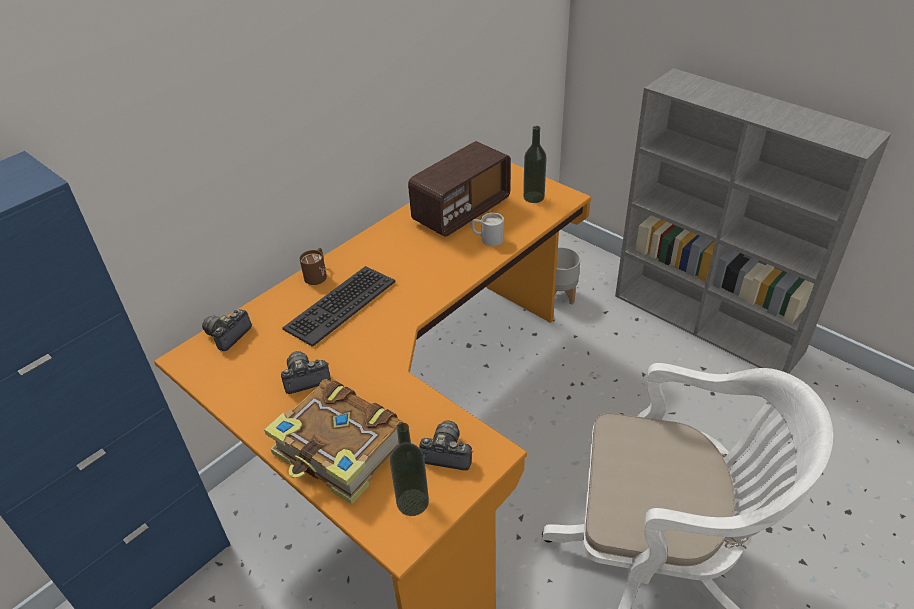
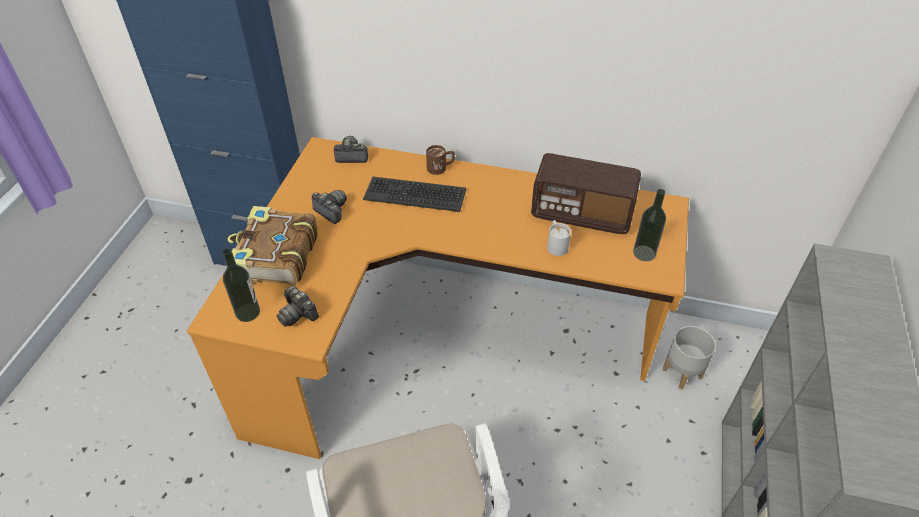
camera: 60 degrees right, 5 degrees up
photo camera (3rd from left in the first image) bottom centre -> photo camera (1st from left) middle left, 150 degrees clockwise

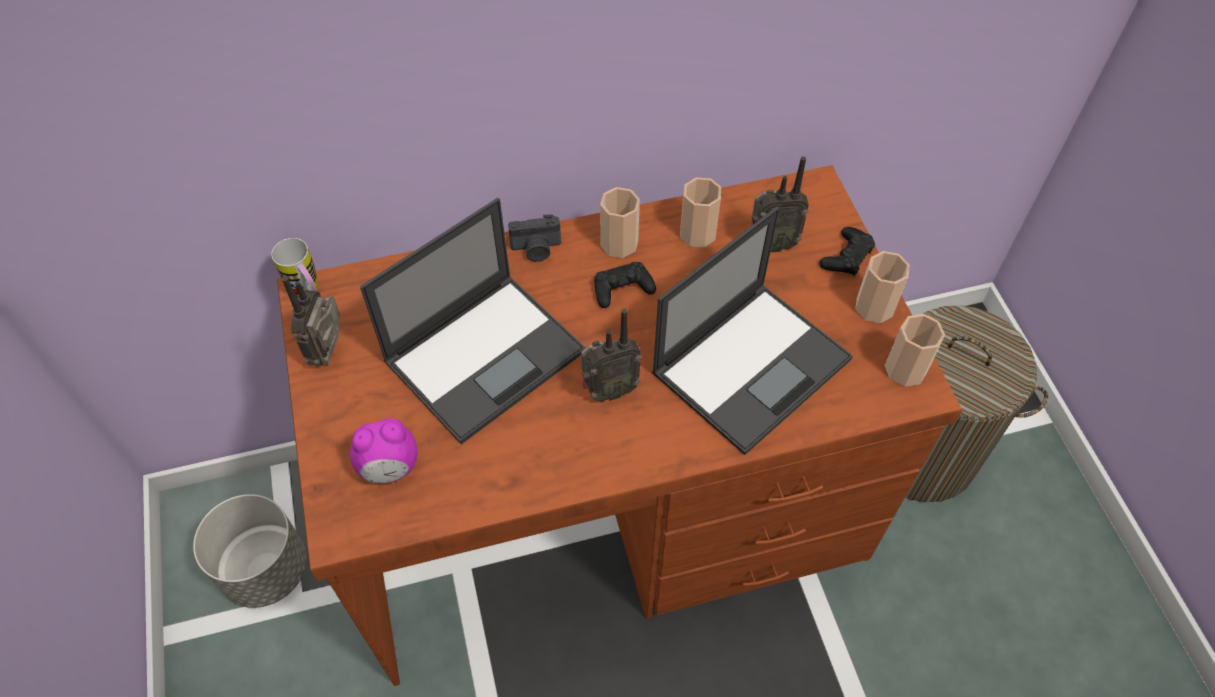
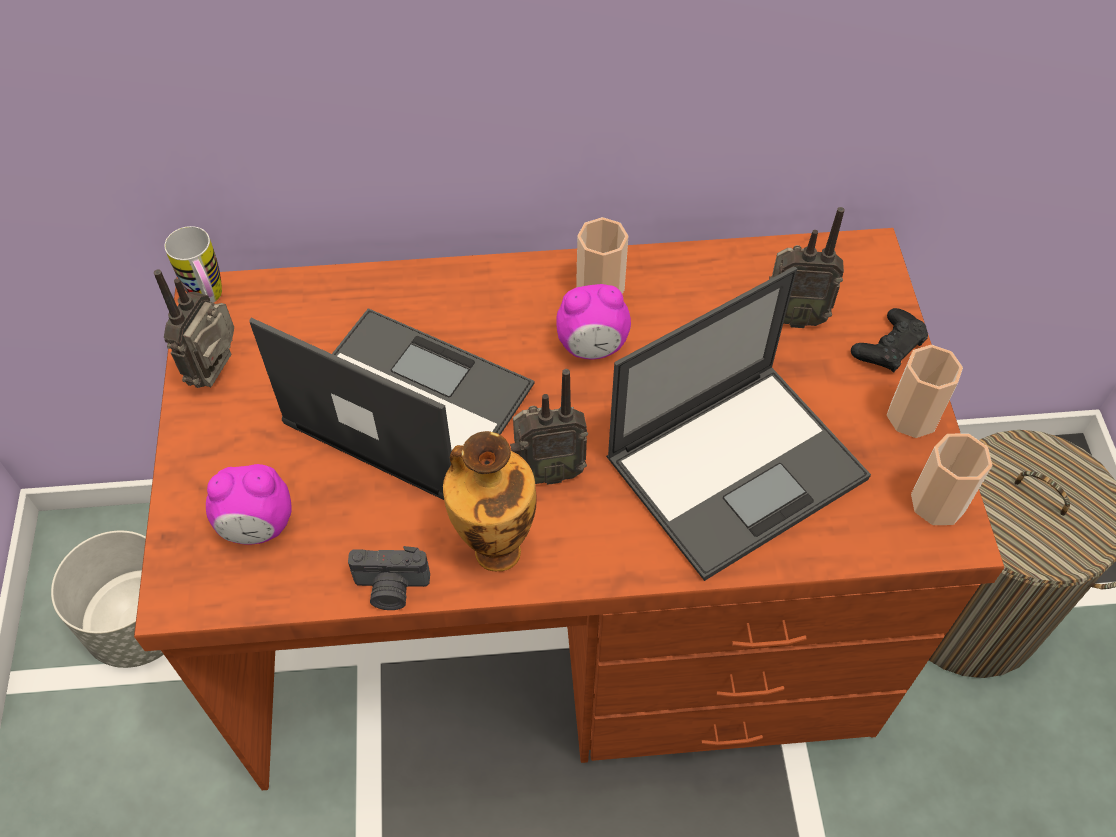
camera: 10 degrees right, 0 degrees up
laptop (1st from left) centre, 120 degrees counterclockwise
photo camera centre -> photo camera bottom centre, move
none -> vase centre
black game controller (1st from left) centre -> alarm clock (2nd from left) centre
cup (2nd from left) top centre -> none

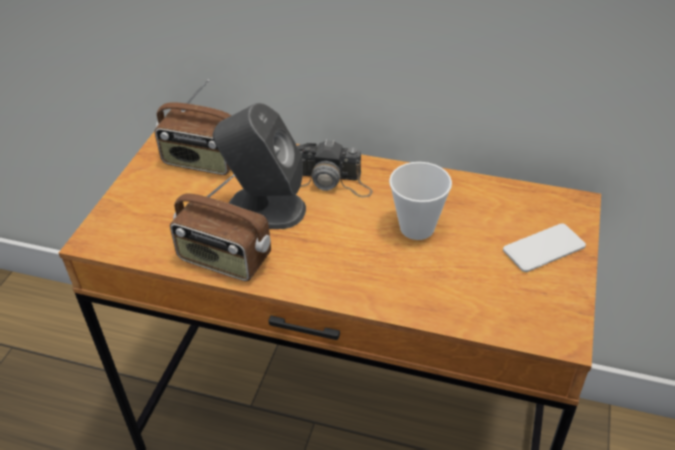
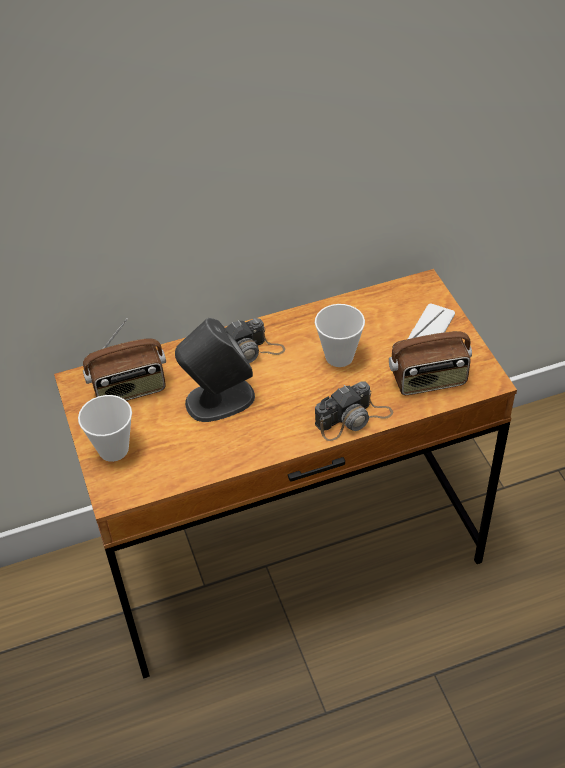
camera: 35 degrees left, 5 degrees up
none -> cup (1st from left) middle left
none -> photo camera (2nd from left) centre
radio (2nd from left) middle left -> radio (2nd from left) middle right, move

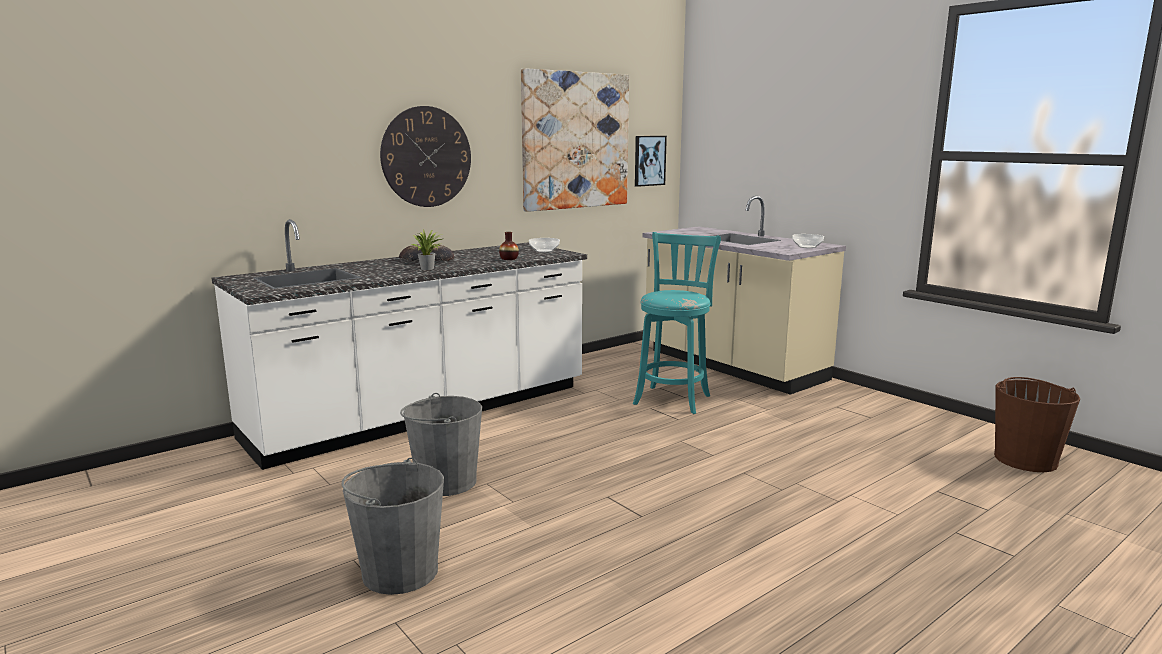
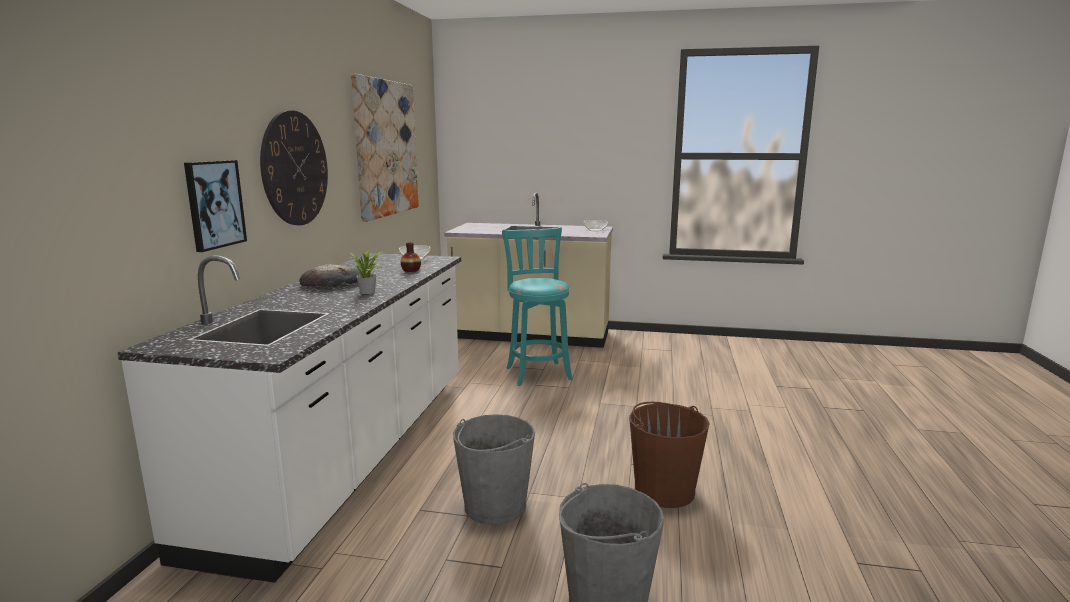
camera: 40 degrees left, 0 degrees up
picture (2nd from left in the first image) top centre -> picture (1st from left) middle left, move
brown bucket middle right -> brown bucket bottom centre, move

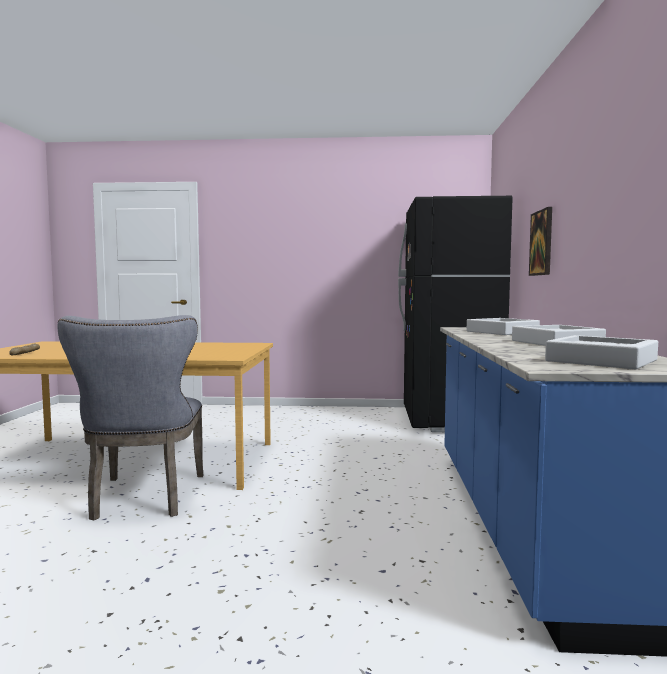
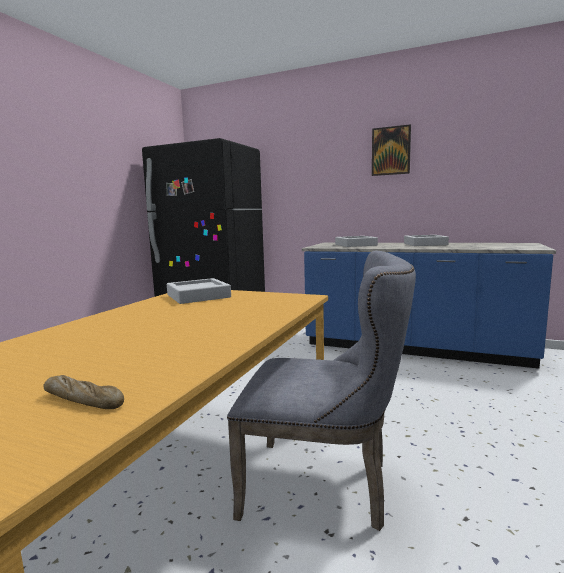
camera: 70 degrees left, 5 degrees up
grey tray (3rd from left in the first image) middle right -> grey tray (1st from left) centre, move
picture middle right -> picture top right, move

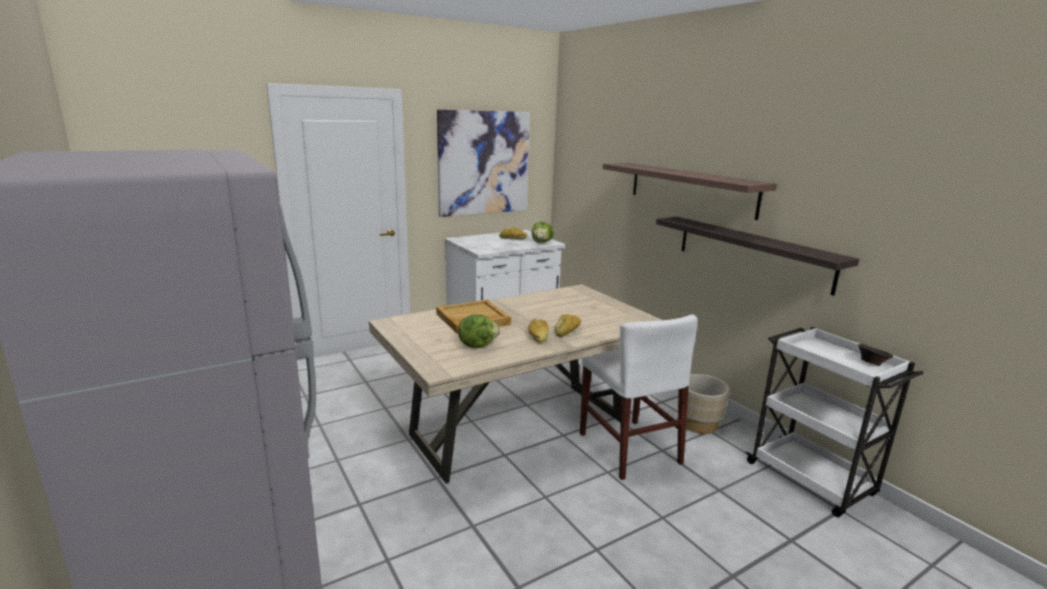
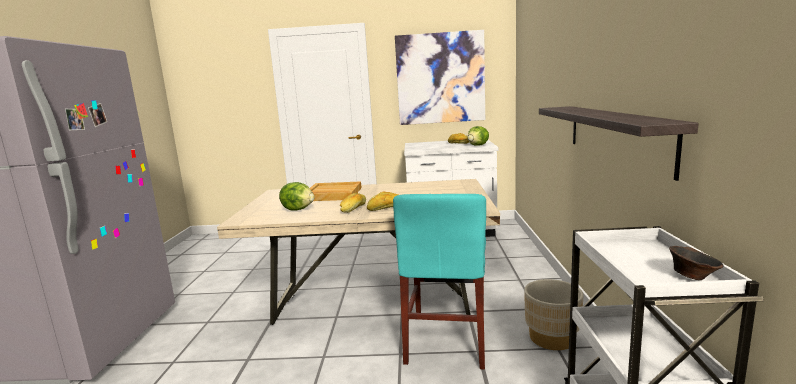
camera: 35 degrees right, 5 degrees down
white chair bottom centre -> turquoise chair bottom centre
shelf (1st from left) top centre -> none

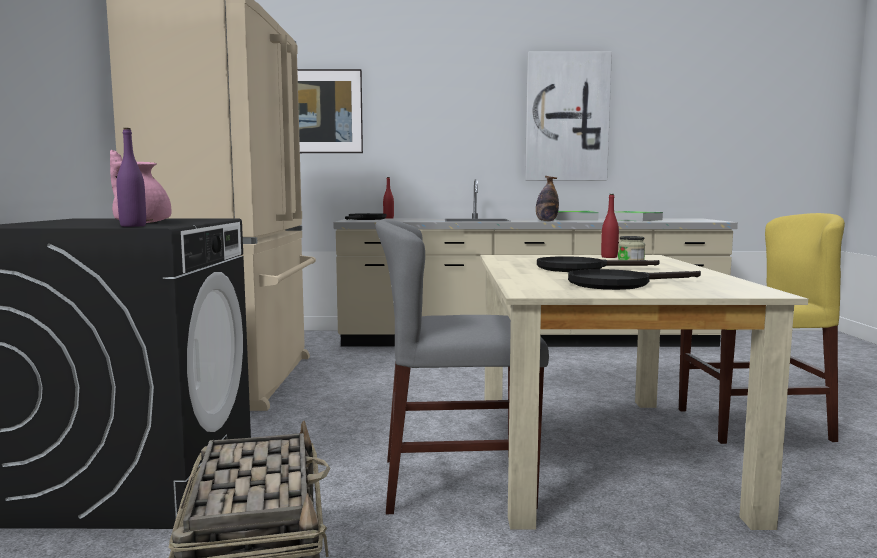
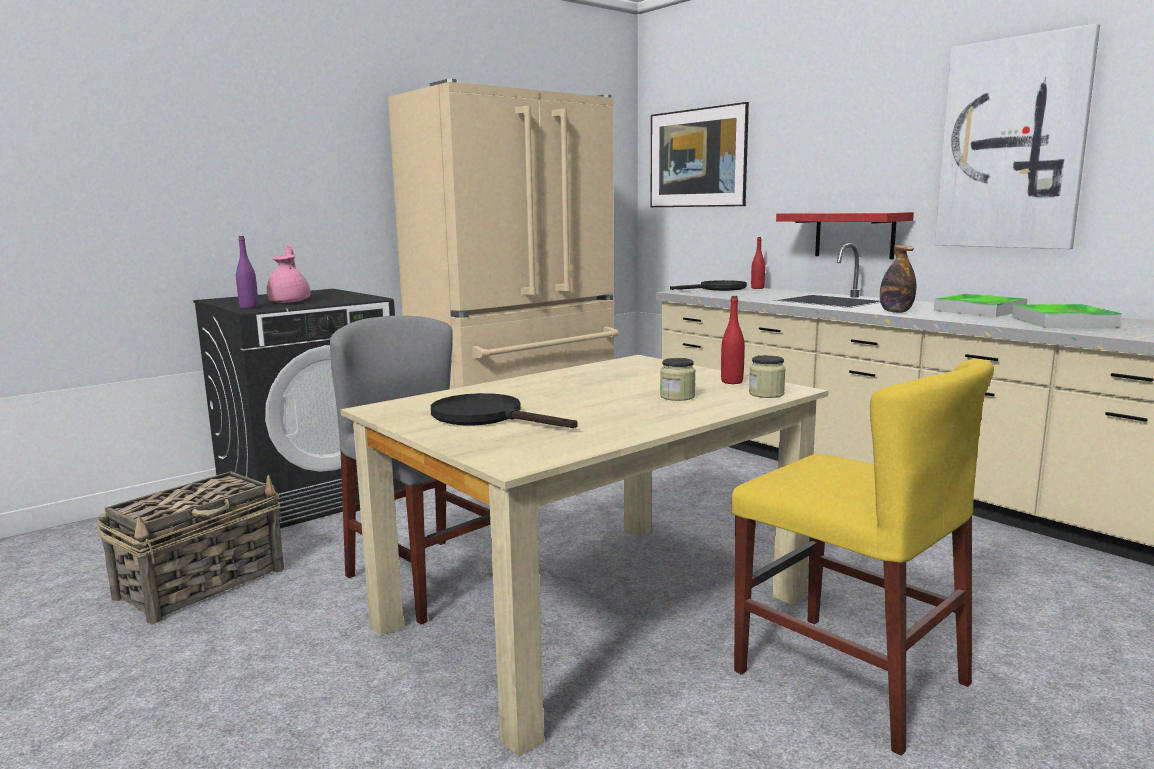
camera: 50 degrees right, 5 degrees up
none -> jar (2nd from left) centre
none -> red shelf top right
black frying pan (2nd from left) middle right -> none

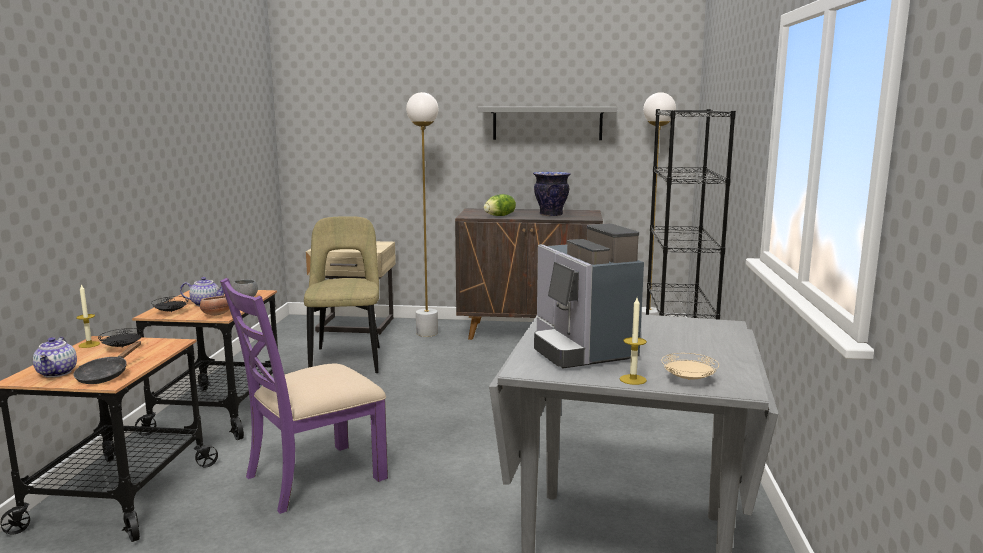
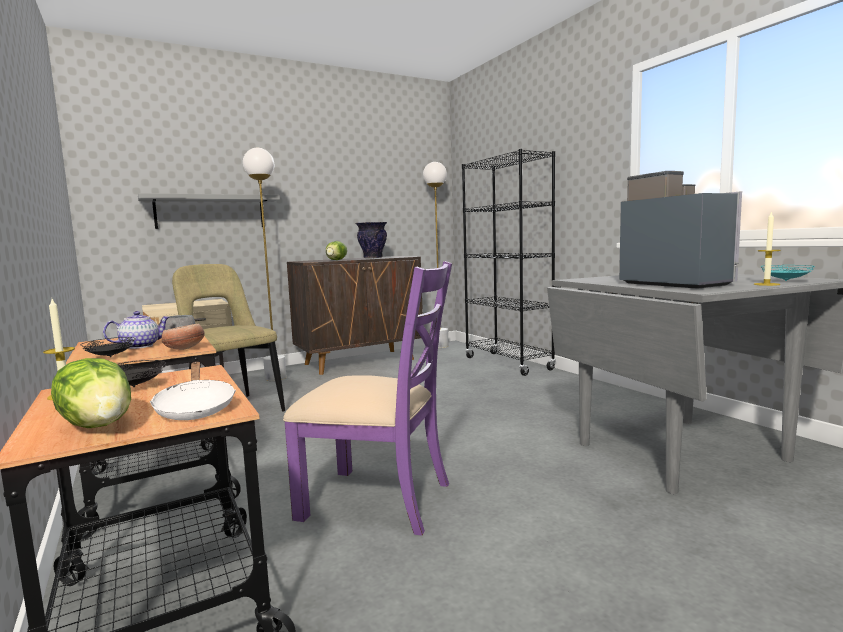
camera: 35 degrees left, 5 degrees down
teapot (1st from left) middle left -> lettuce (1st from left) middle left
grey shelf top centre -> grey shelf middle left, move
black frying pan middle left -> white frying pan middle left
purple chair bottom left -> purple chair centre, 90 degrees counterclockwise
coffee machine centre -> coffee machine middle right, 150 degrees counterclockwise
beige plate middle right -> turquoise plate middle right

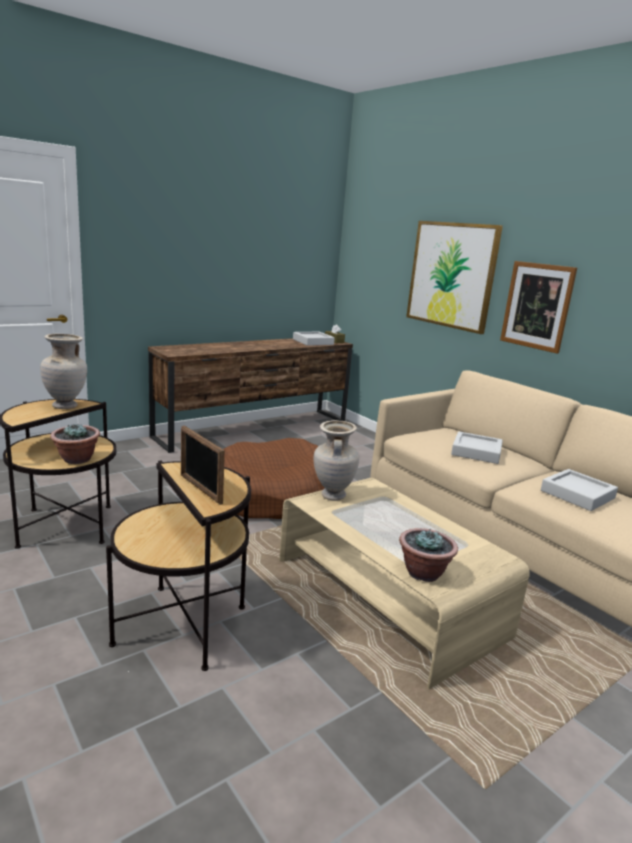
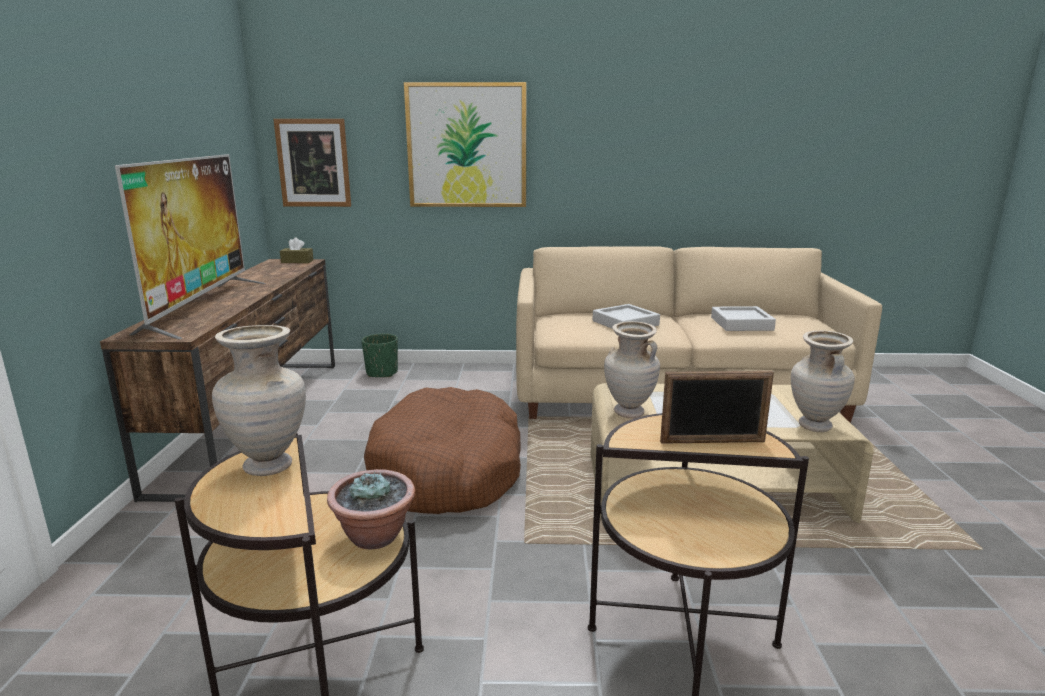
camera: 50 degrees left, 0 degrees up
none -> television middle left
picture (2nd from left in the first image) middle right -> picture (1st from left) top left, move
none -> green planter centre
potted plant (2nd from left) middle right -> beige vase (3rd from left) middle right
grey tray (1st from left) centre -> none

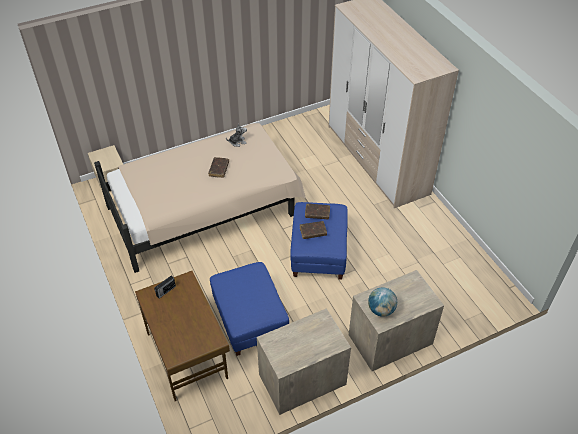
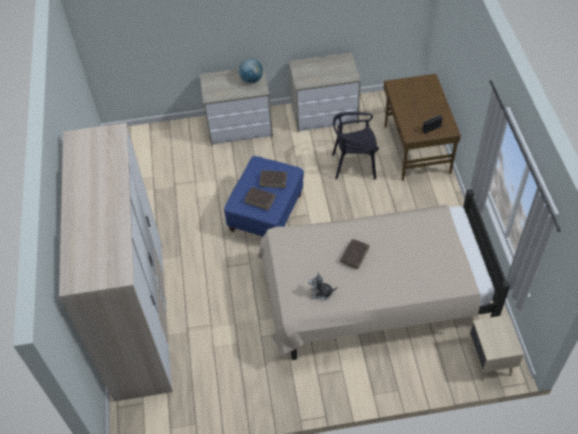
camera: 160 degrees left, 5 degrees up
blue ottoman (1st from left) bottom centre -> black chair centre

